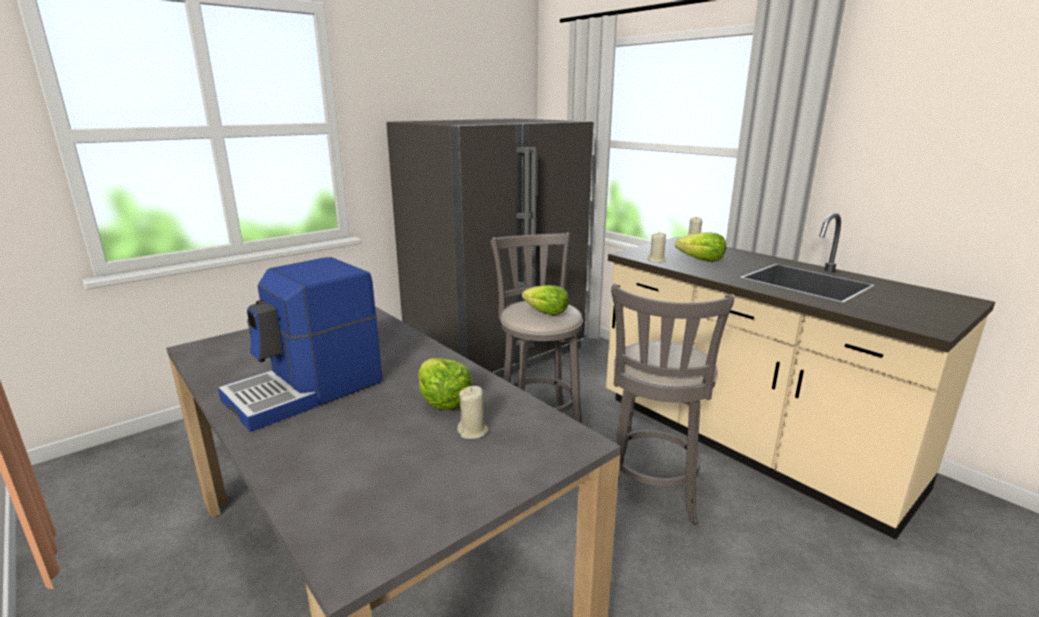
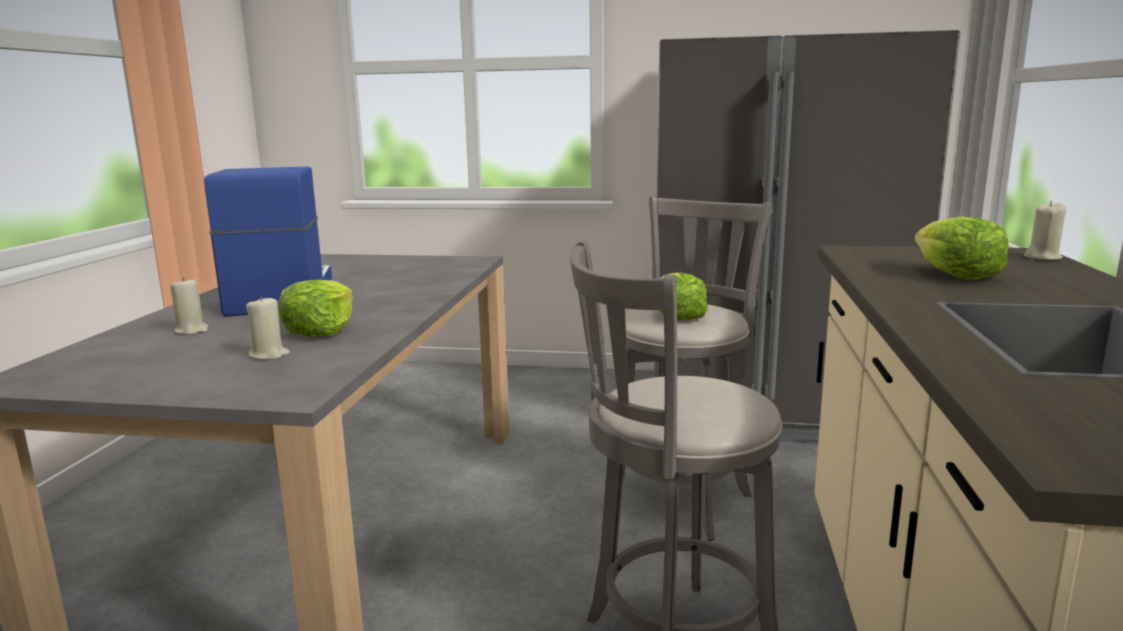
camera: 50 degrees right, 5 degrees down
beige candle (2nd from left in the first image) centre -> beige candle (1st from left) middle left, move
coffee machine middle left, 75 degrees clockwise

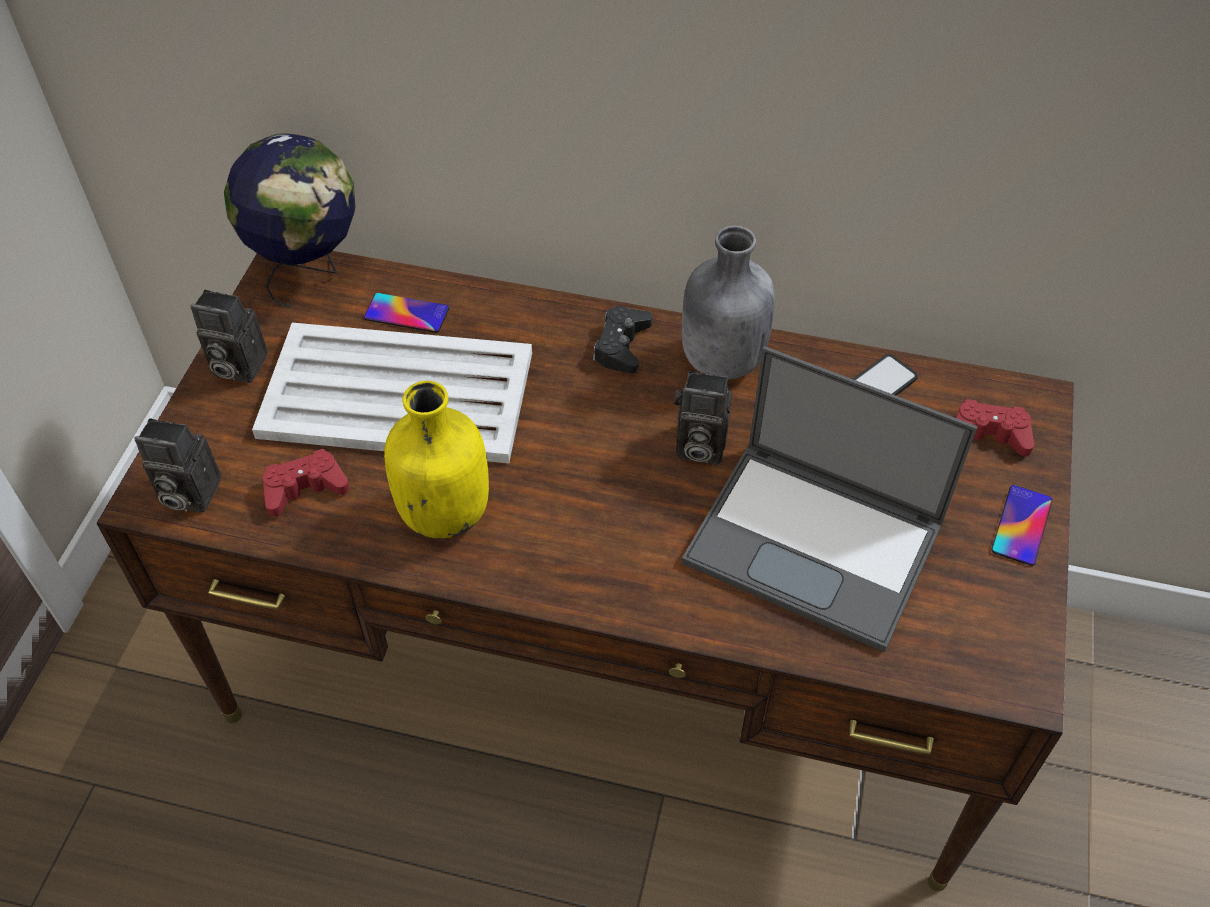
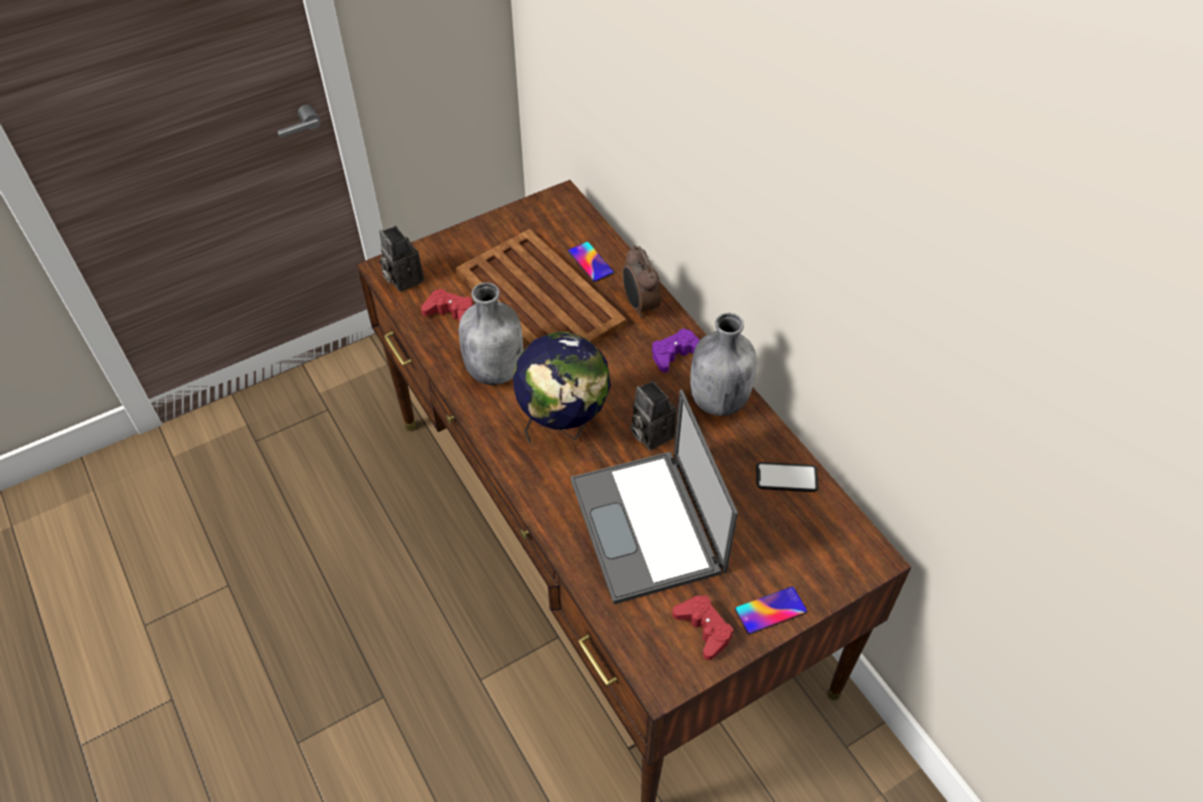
camera: 45 degrees right, 0 degrees up
white tray middle left -> brown tray centre
yellow bottle centre -> grey bottle (1st from left) centre
globe top left -> globe centre, move
none -> alarm clock centre
black game controller centre -> purple game controller centre
red game controller (2nd from left) middle right -> red game controller (2nd from left) bottom centre, move
photo camera (2nd from left) middle left -> none

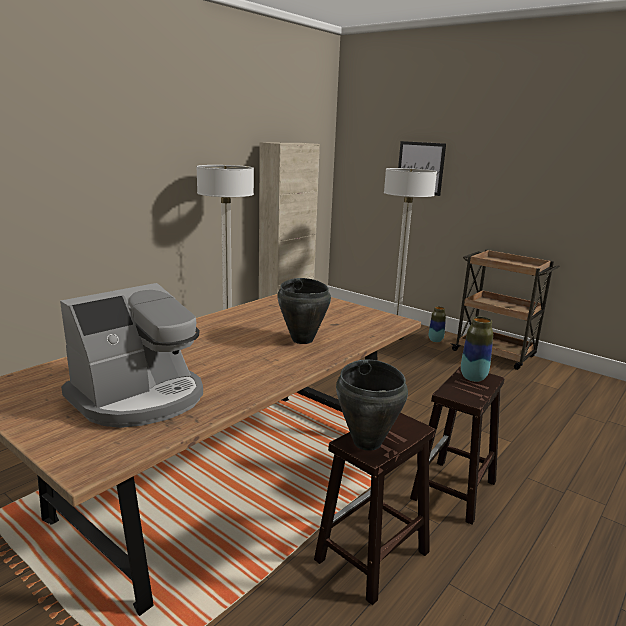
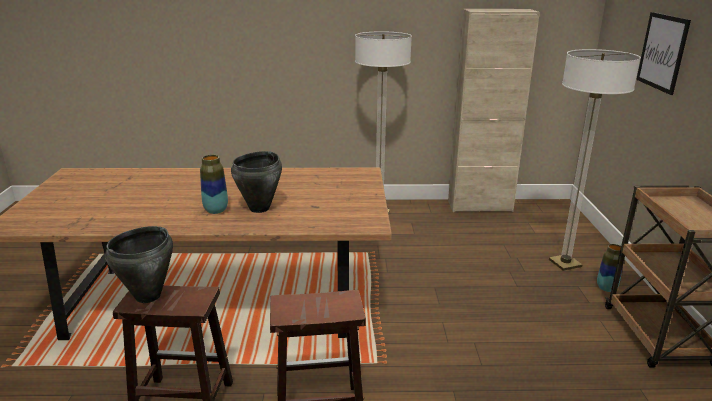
camera: 50 degrees right, 5 degrees up
vase (2nd from left in the first image) middle right -> vase (1st from left) middle left, move
coffee machine middle left -> none

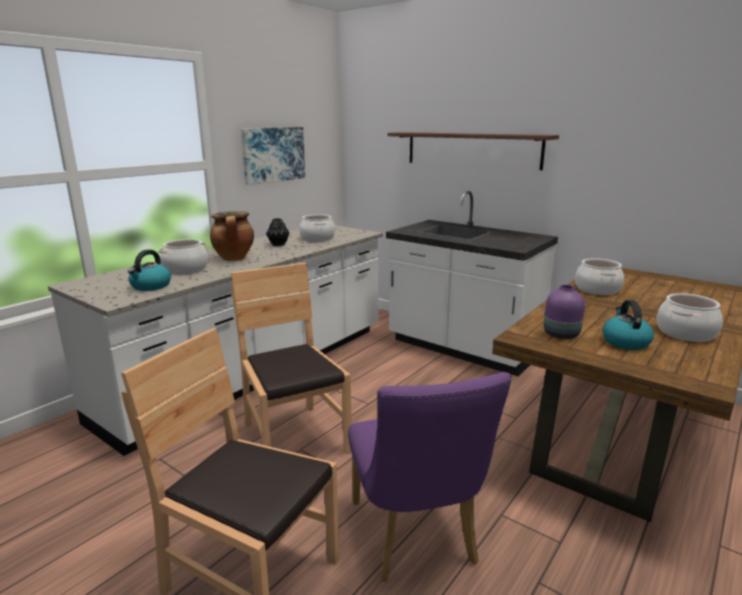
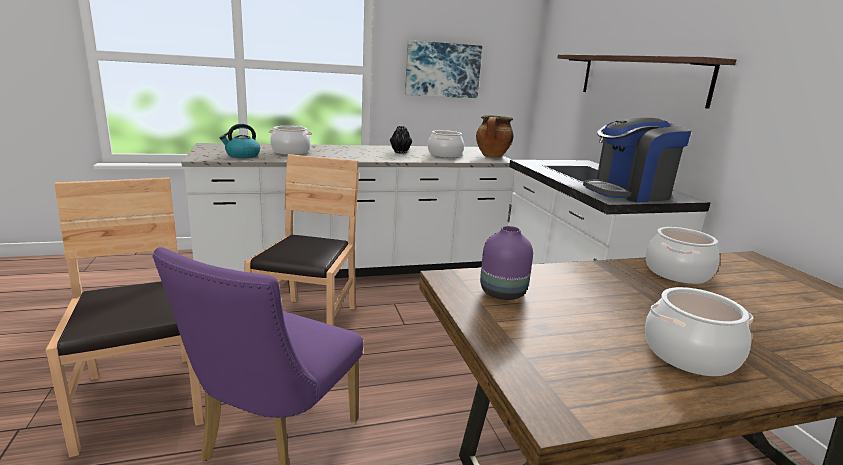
camera: 35 degrees right, 0 degrees up
cooking pot (2nd from left in the first image) middle left -> cooking pot (3rd from left) top centre, move
none -> coffee machine middle right
kettle (2nd from left) middle right -> none

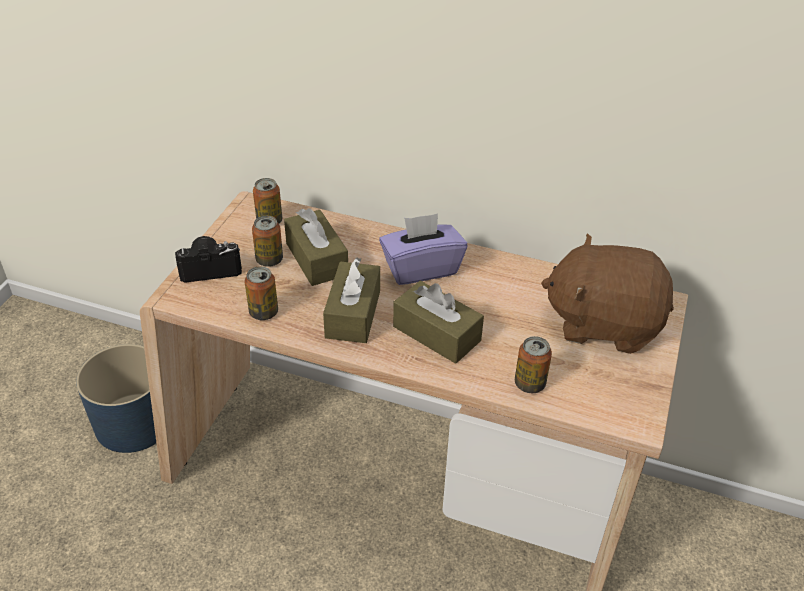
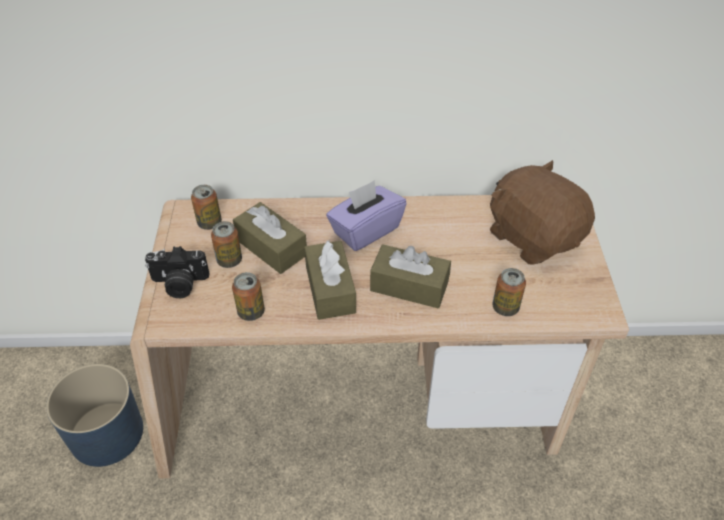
camera: 20 degrees left, 5 degrees up
photo camera middle left, 150 degrees counterclockwise
brown plush toy middle right, 60 degrees clockwise

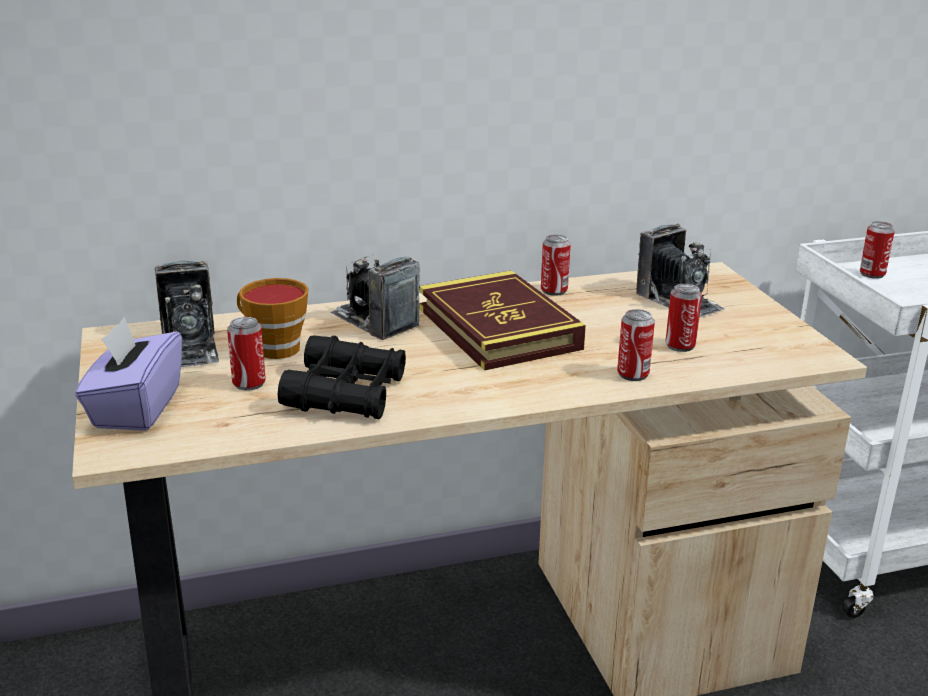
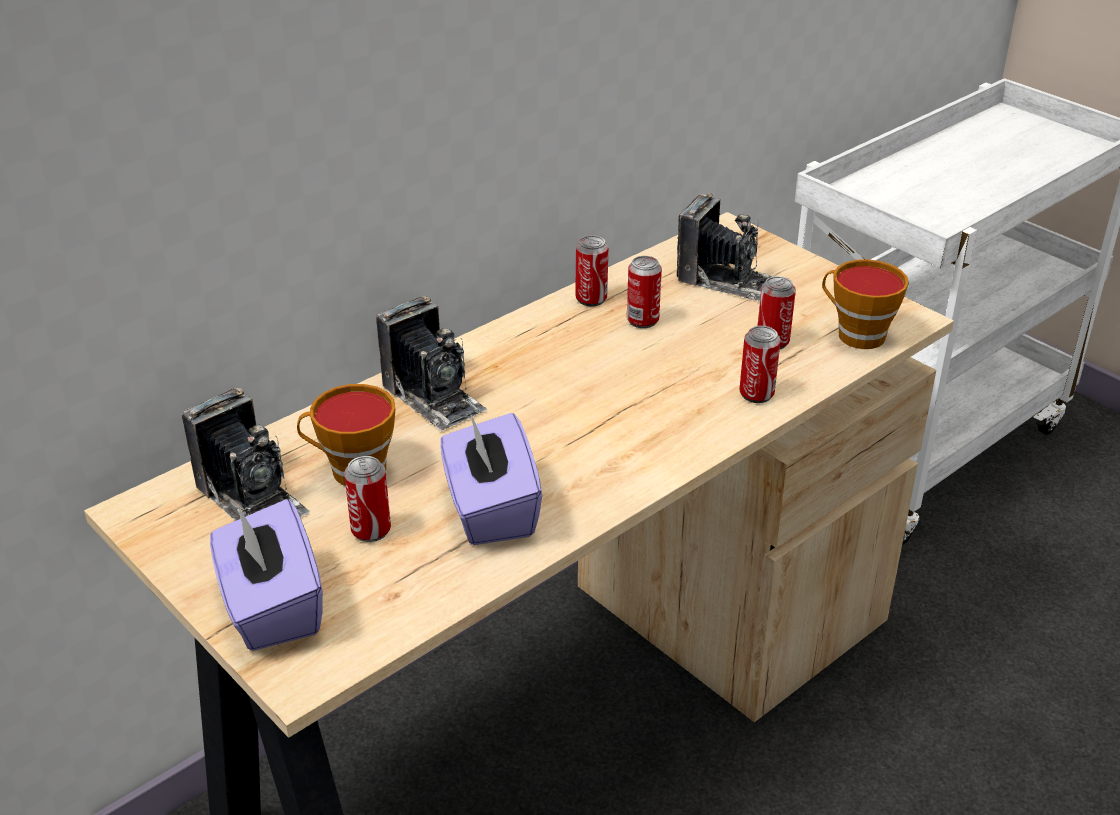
camera: 25 degrees left, 10 degrees up
photo camera (2nd from left) centre, 150 degrees counterclockwise
black binoculars centre -> purple tissue box (2nd from left) centre
can (5th from left in the first image) middle right -> can (3rd from left) centre, move
none -> cup (2nd from left) middle right
book centre -> none

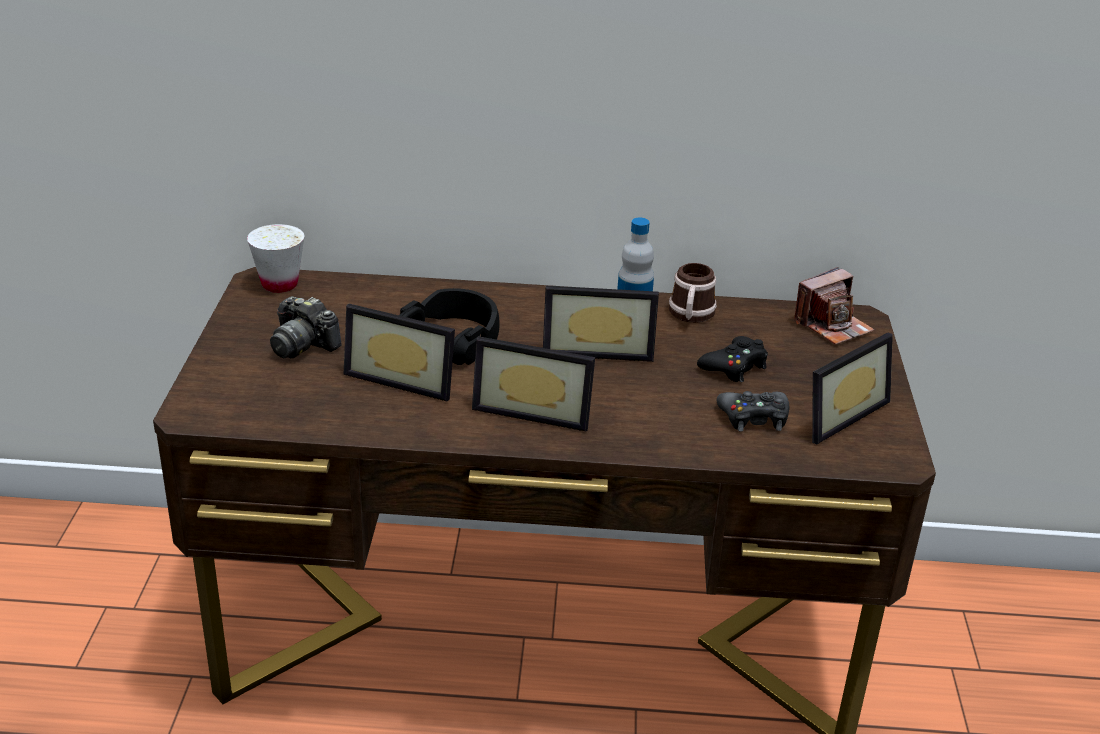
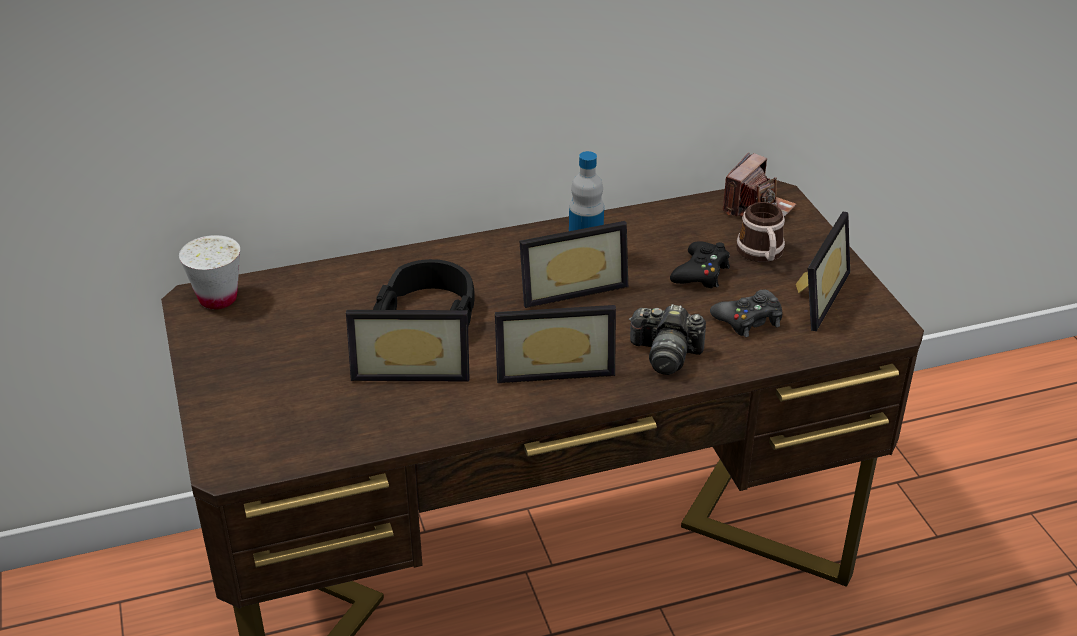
camera: 20 degrees left, 5 degrees up
photo camera (1st from left) middle left -> photo camera (1st from left) centre, move
mug centre -> mug middle right, move

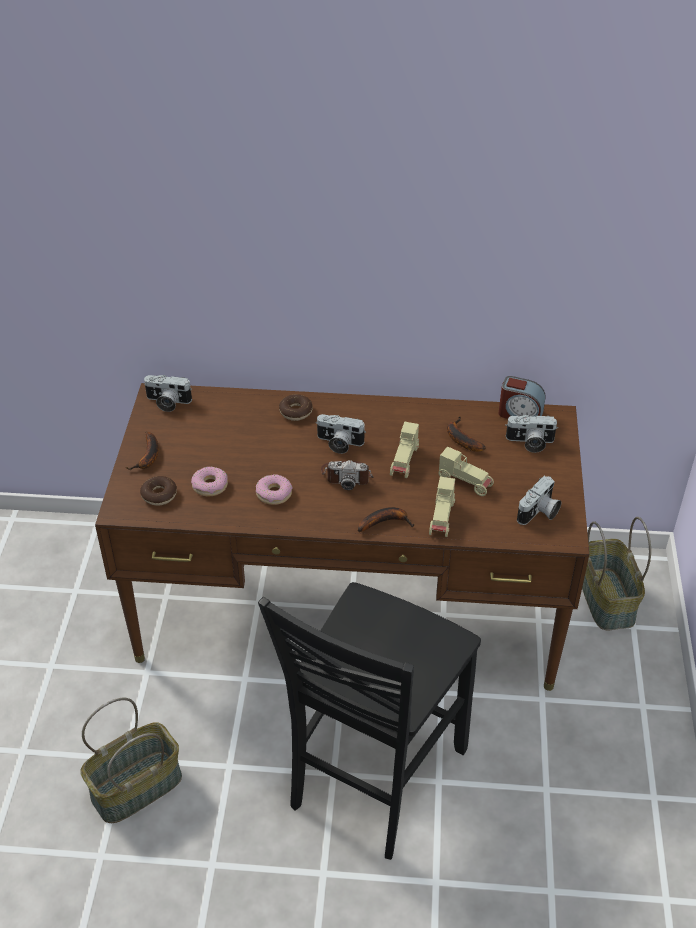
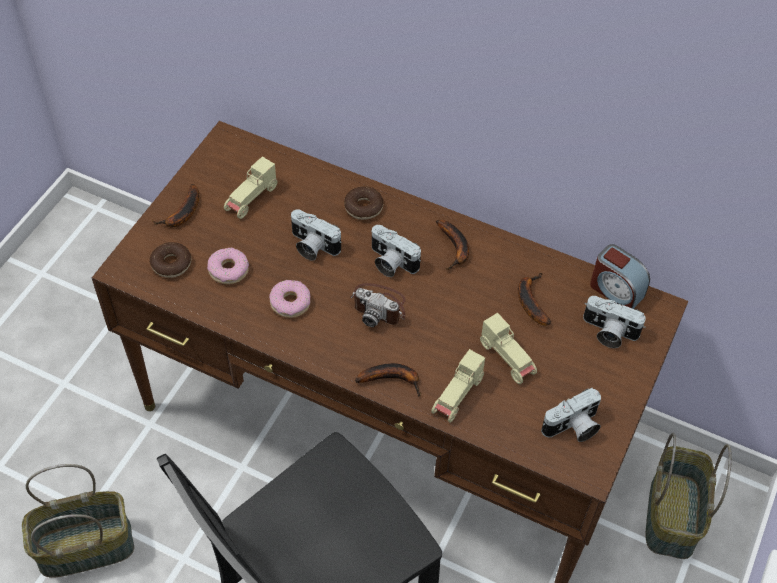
camera: 20 degrees right, 10 degrees up
beige toy car (1st from left) centre -> beige toy car (1st from left) top left, move
photo camera (1st from left) middle left -> photo camera (1st from left) centre, move
none -> banana (3rd from left) centre

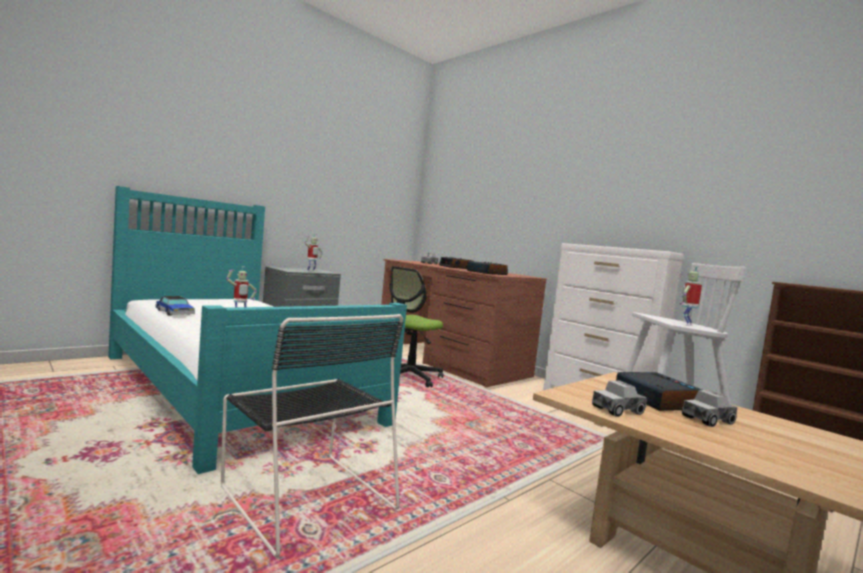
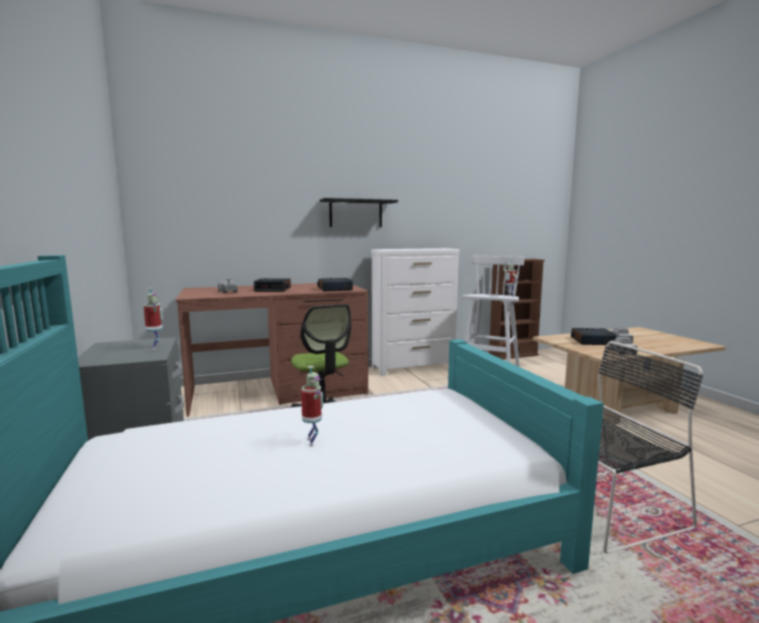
camera: 65 degrees left, 5 degrees up
none -> black shelf centre
toy car middle left -> none

